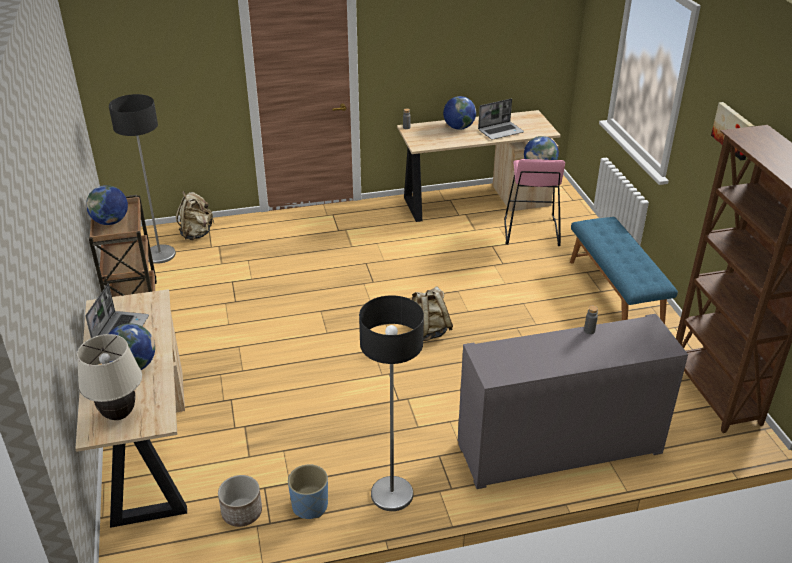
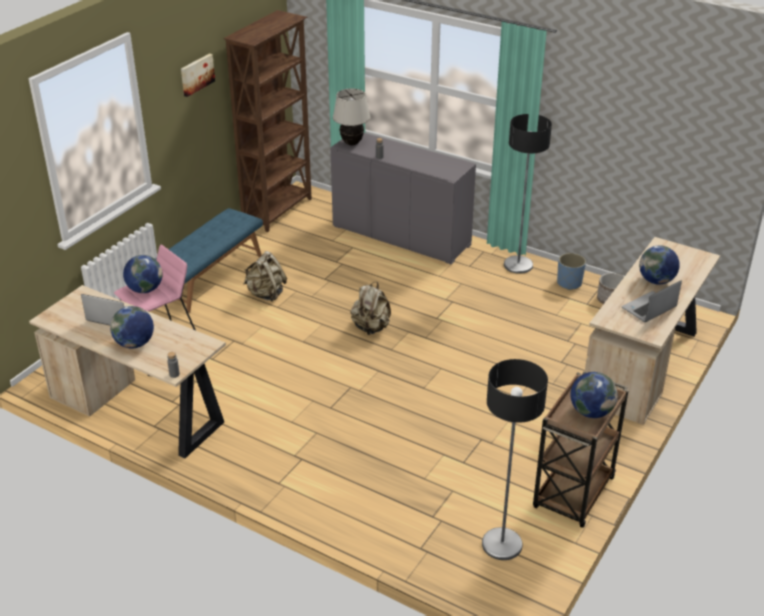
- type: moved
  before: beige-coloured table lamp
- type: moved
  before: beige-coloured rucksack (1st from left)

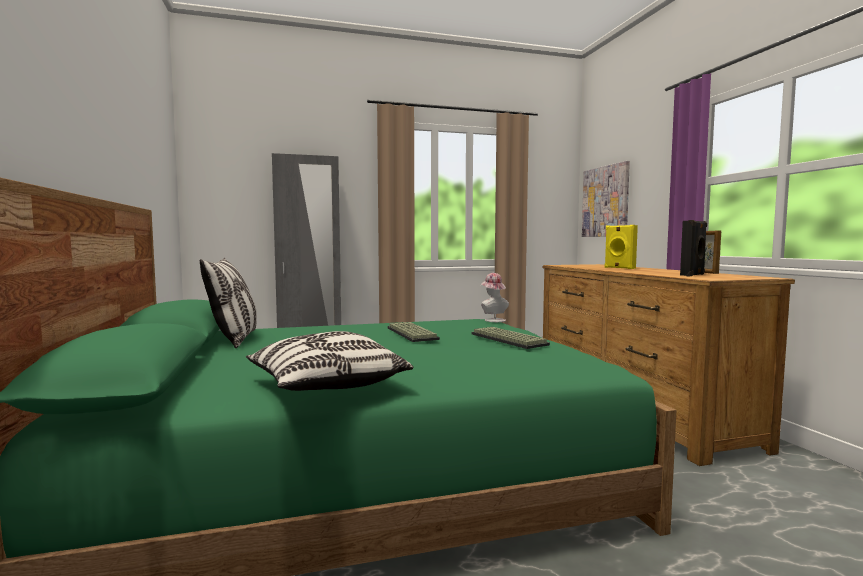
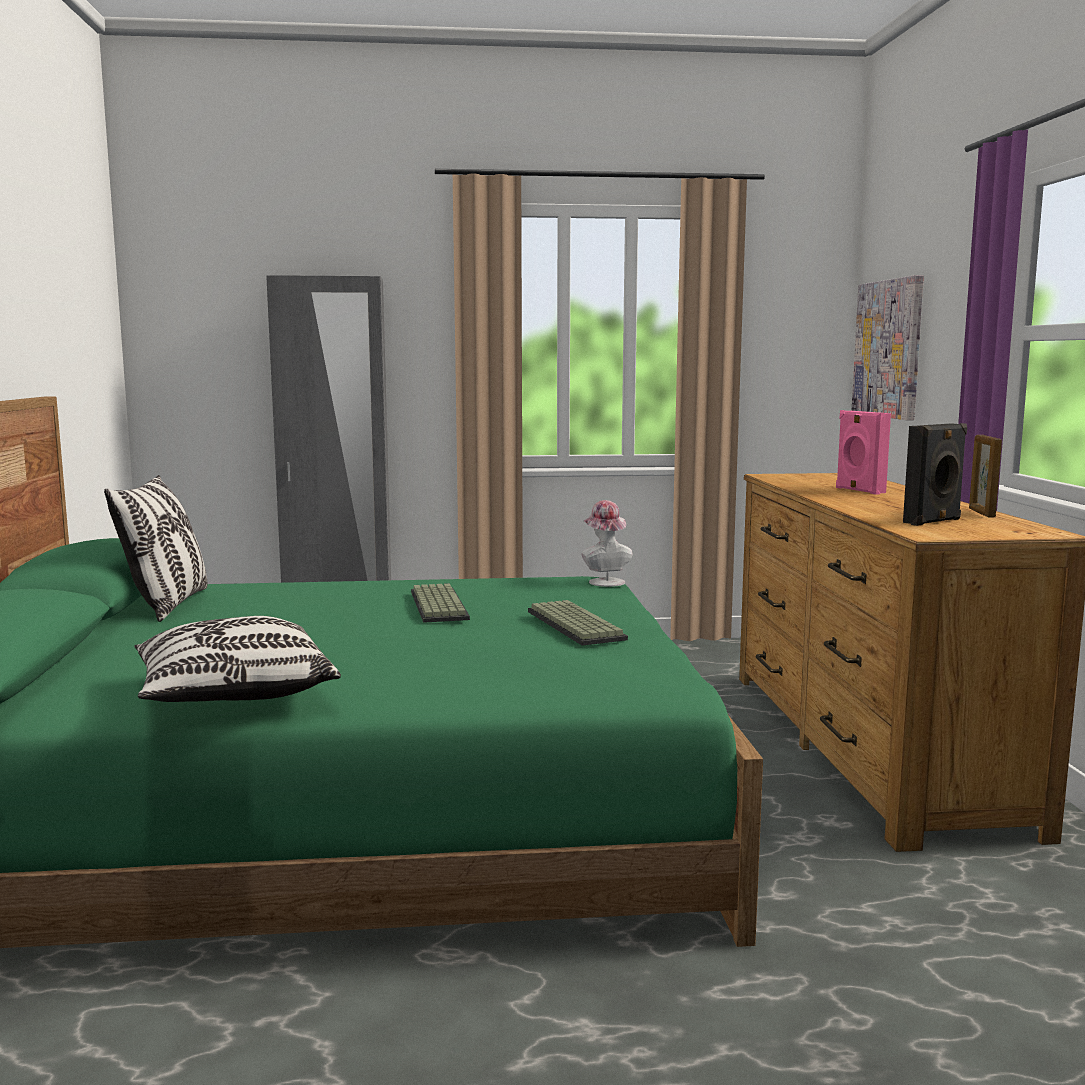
- type: recoloured
  before: yellow-coloured speaker
  after: pink speaker

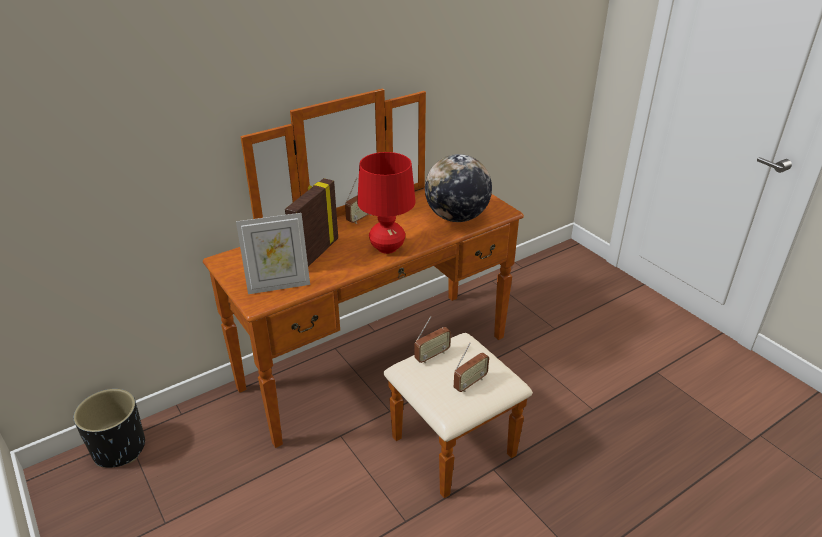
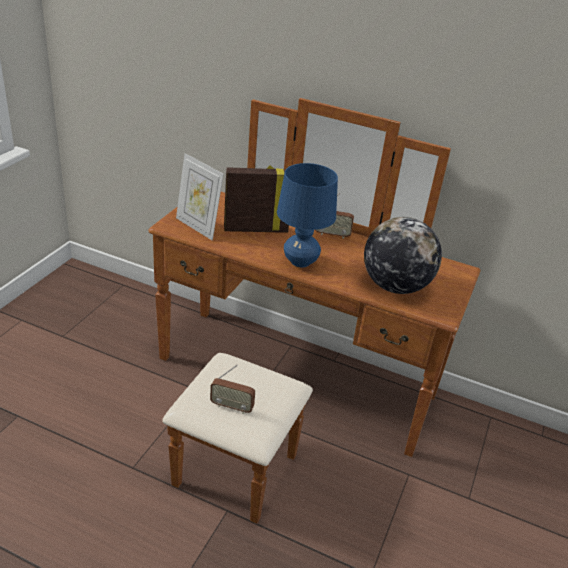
- type: removed
  before: black planter
- type: removed
  before: radio receiver (2nd from left)
- type: recoloured
  before: red table lamp
  after: blue table lamp

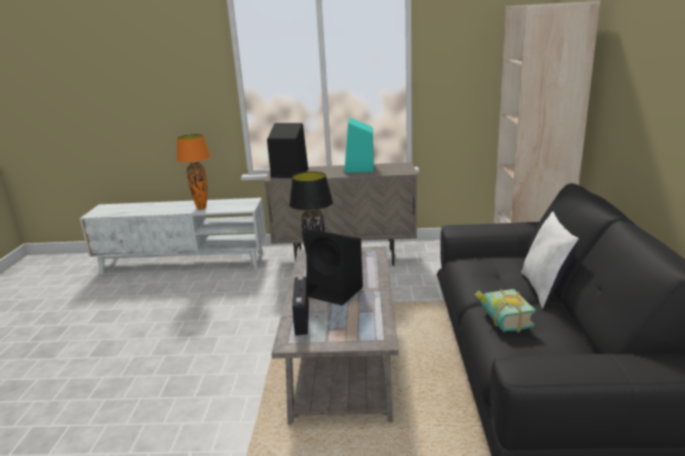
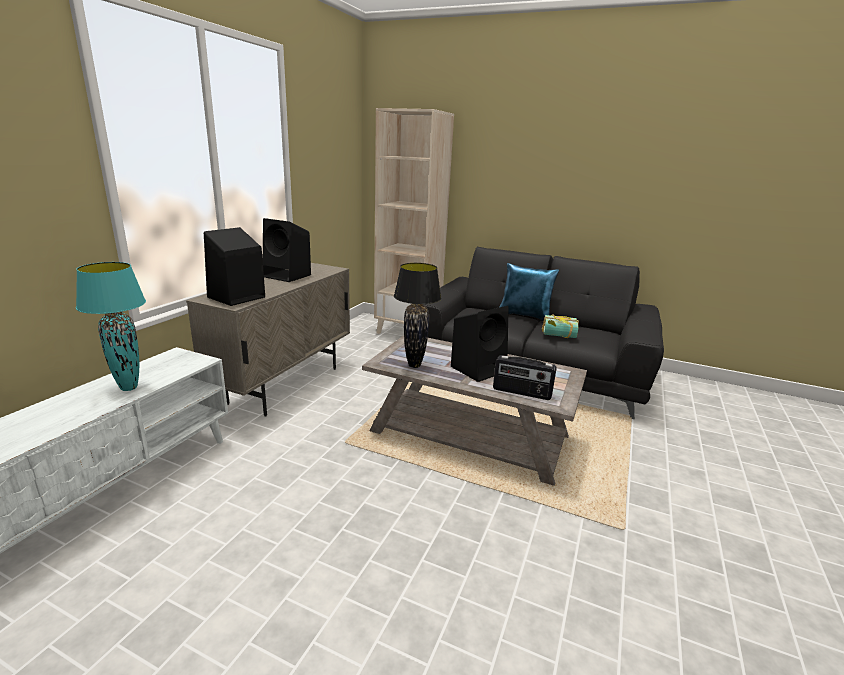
- type: recoloured
  before: orangey table lamp
  after: turquoise-coloured table lamp
- type: recoloured
  before: turquoise-coloured speaker
  after: black speaker (2nd from left)
- type: recoloured
  before: whitish throw pillow
  after: blue throw pillow

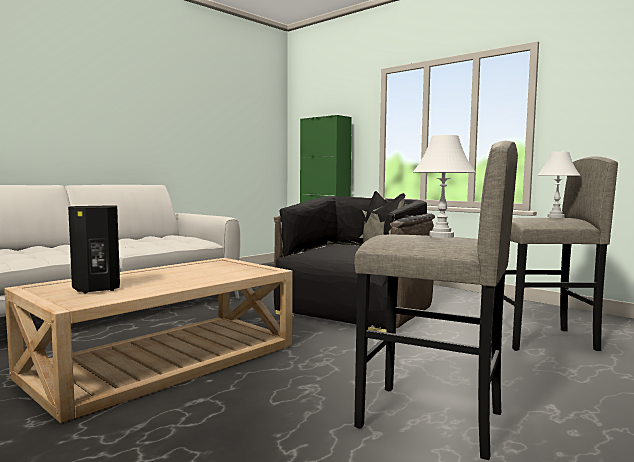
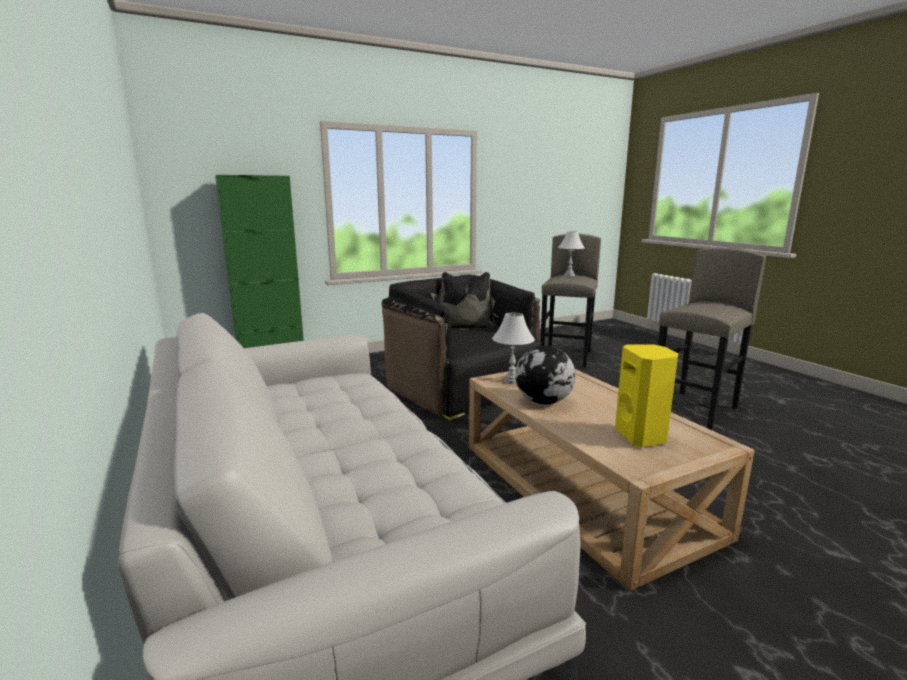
- type: added
  after: globe
- type: moved
  before: whitish table lamp (1st from left)
- type: recoloured
  before: black speaker
  after: yellow-coloured speaker

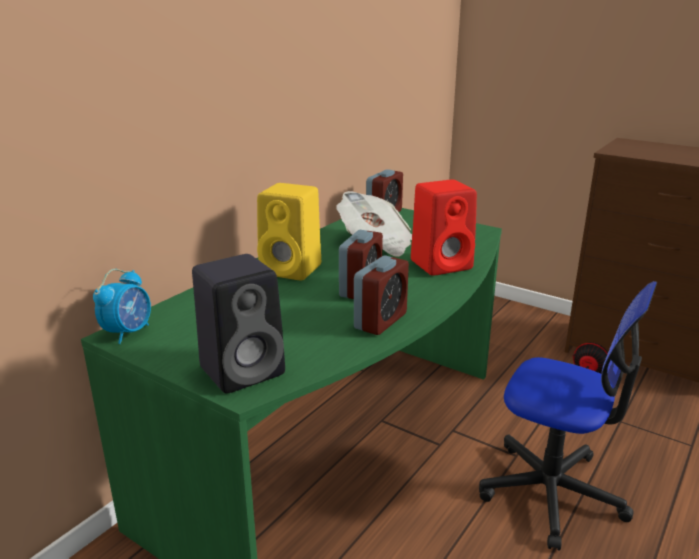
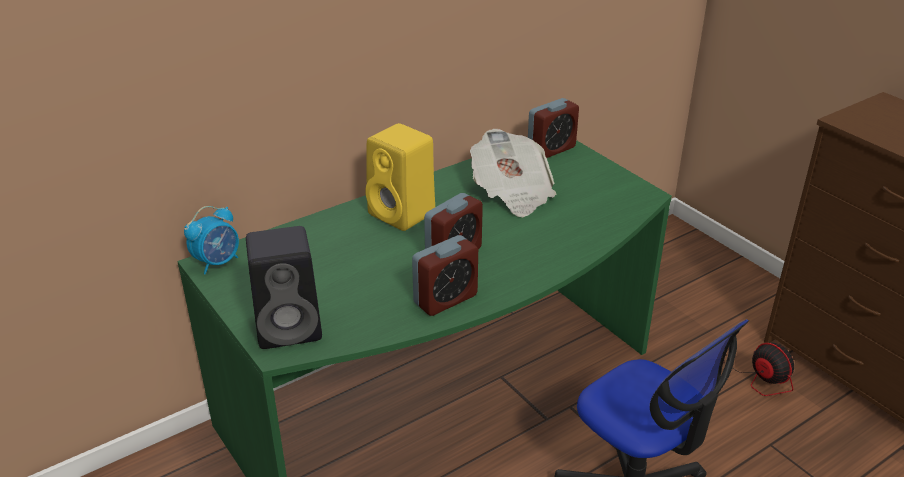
- type: removed
  before: red speaker

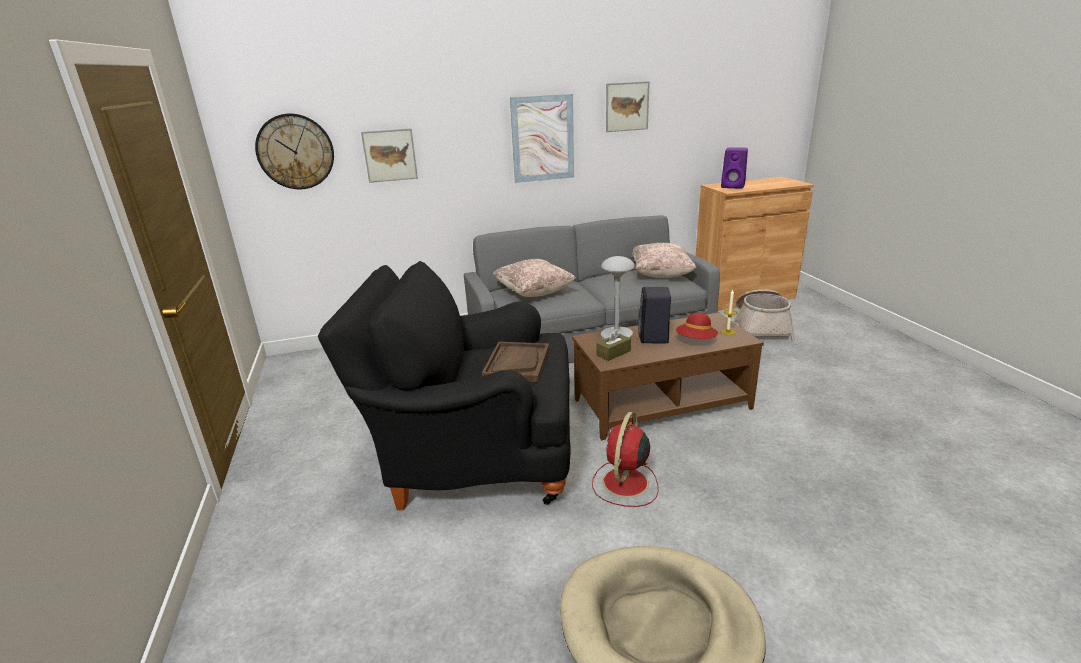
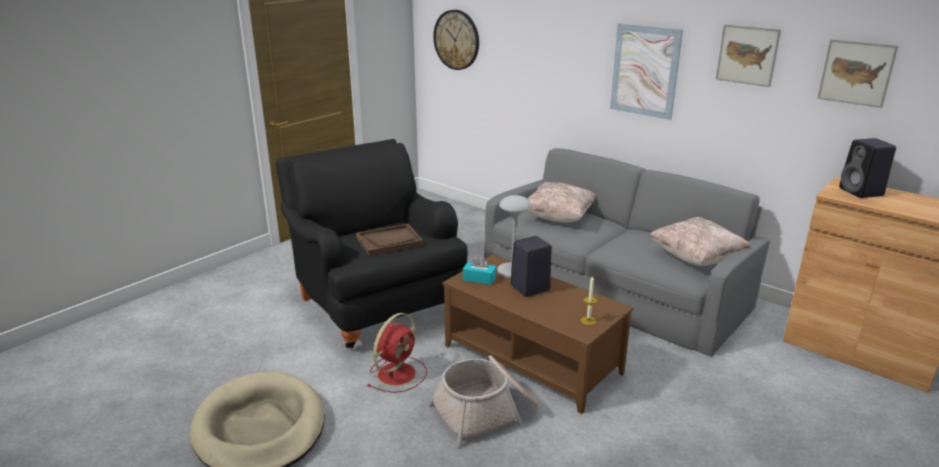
- type: removed
  before: red clothing hat
- type: moved
  before: wall picture (1st from left in the first image)
  after: wall picture (3rd from left)
- type: moved
  before: storage basket
- type: recoloured
  before: brown-coloured tissue holder
  after: turquoise-coloured tissue holder
- type: recoloured
  before: purple-coloured speaker
  after: black speaker (2nd from left)
- type: turned
  before: red electric fan
  turn: 135

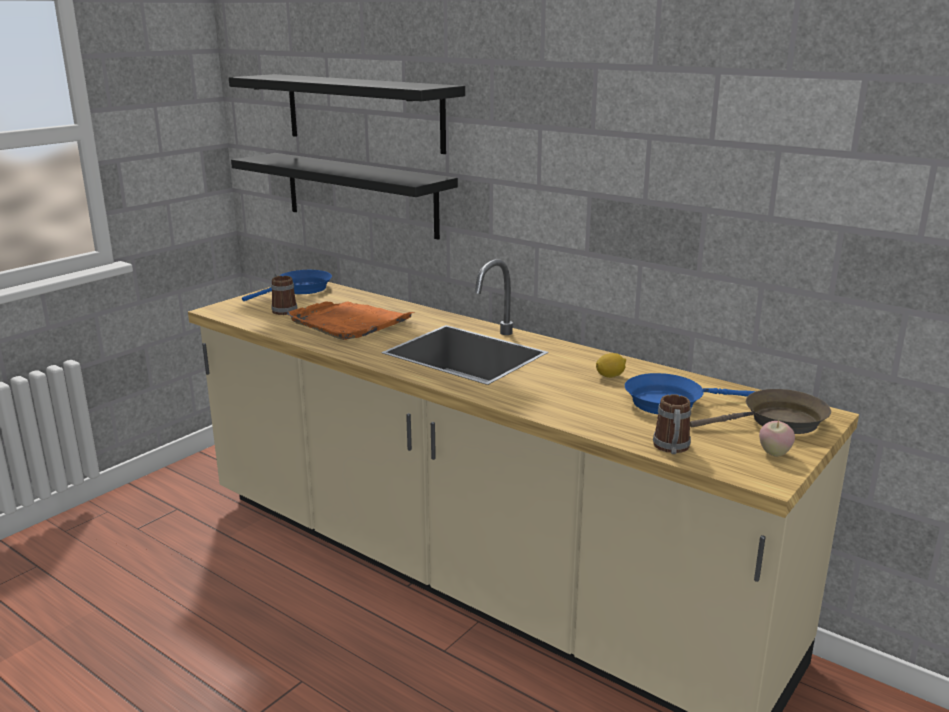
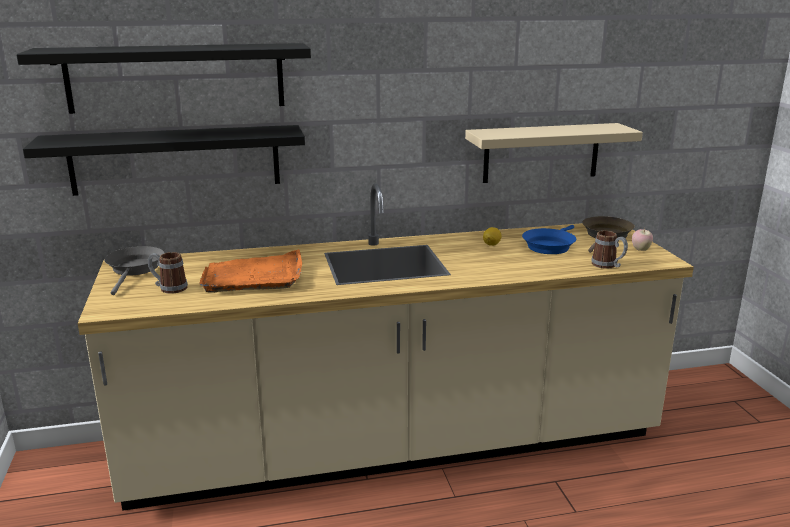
- type: added
  after: beige-coloured bracket shelf
- type: recoloured
  before: blue skillet (1st from left)
  after: greyish skillet

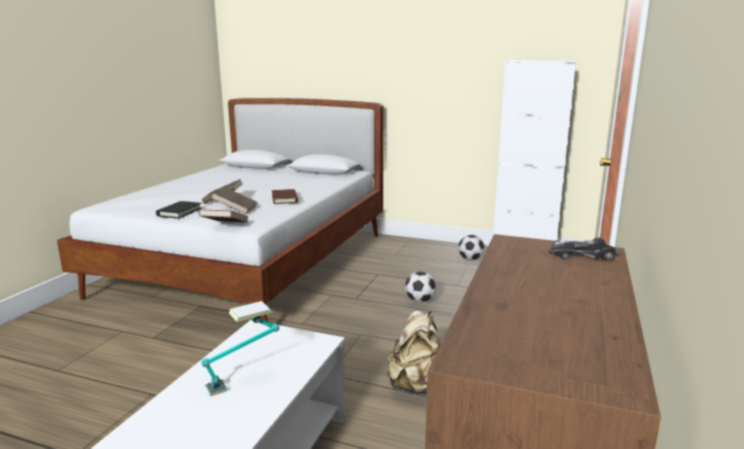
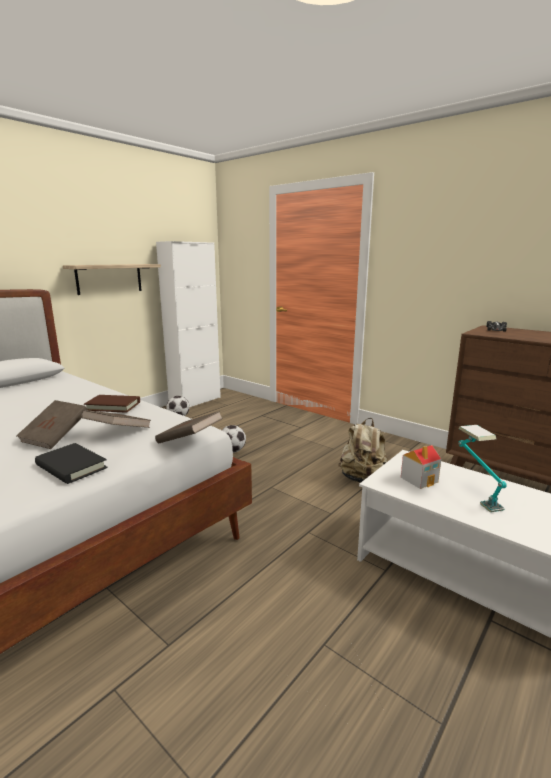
- type: added
  after: bracket shelf
- type: added
  after: miniature house

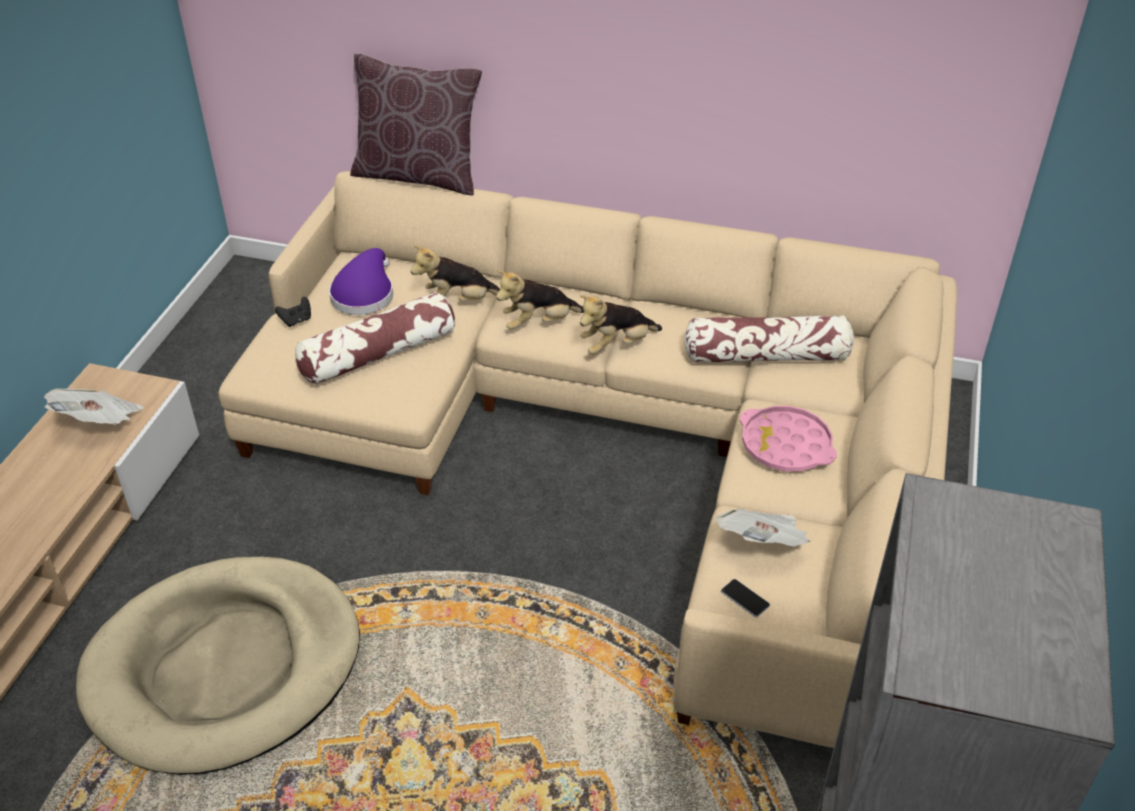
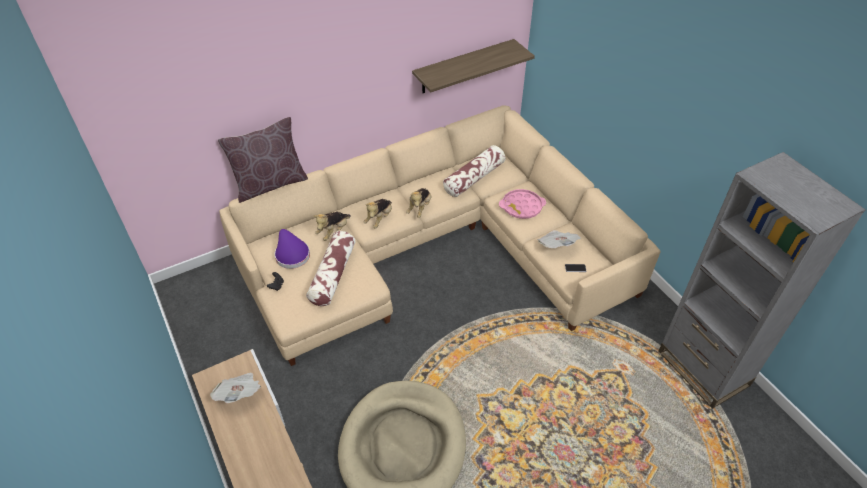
- type: added
  after: bracket shelf

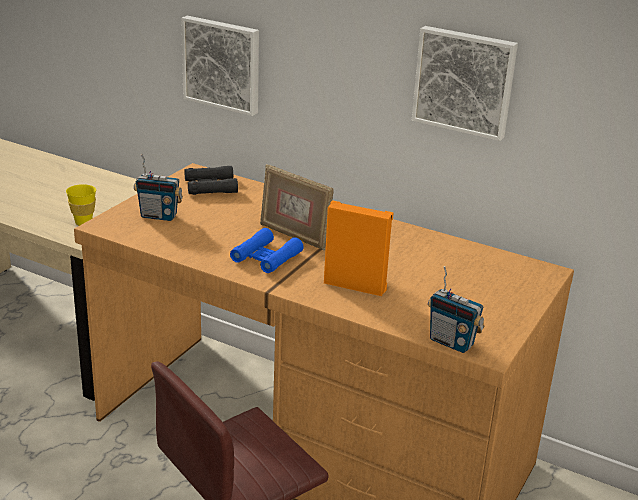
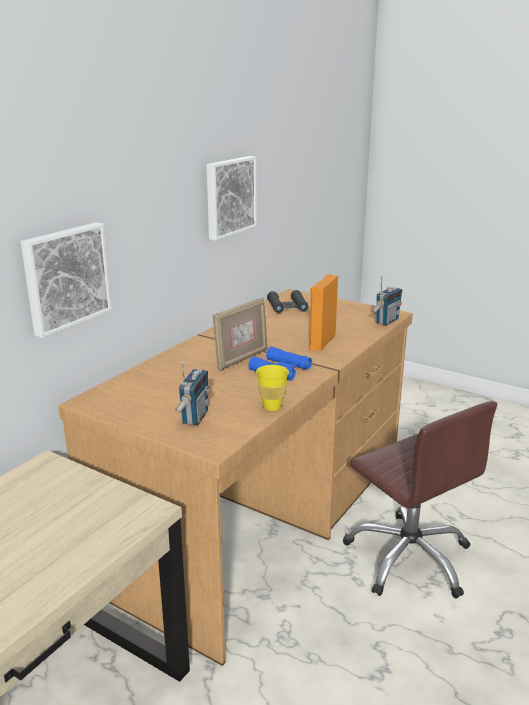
- type: moved
  before: yellow-coloured cup
- type: moved
  before: black pair of binoculars

